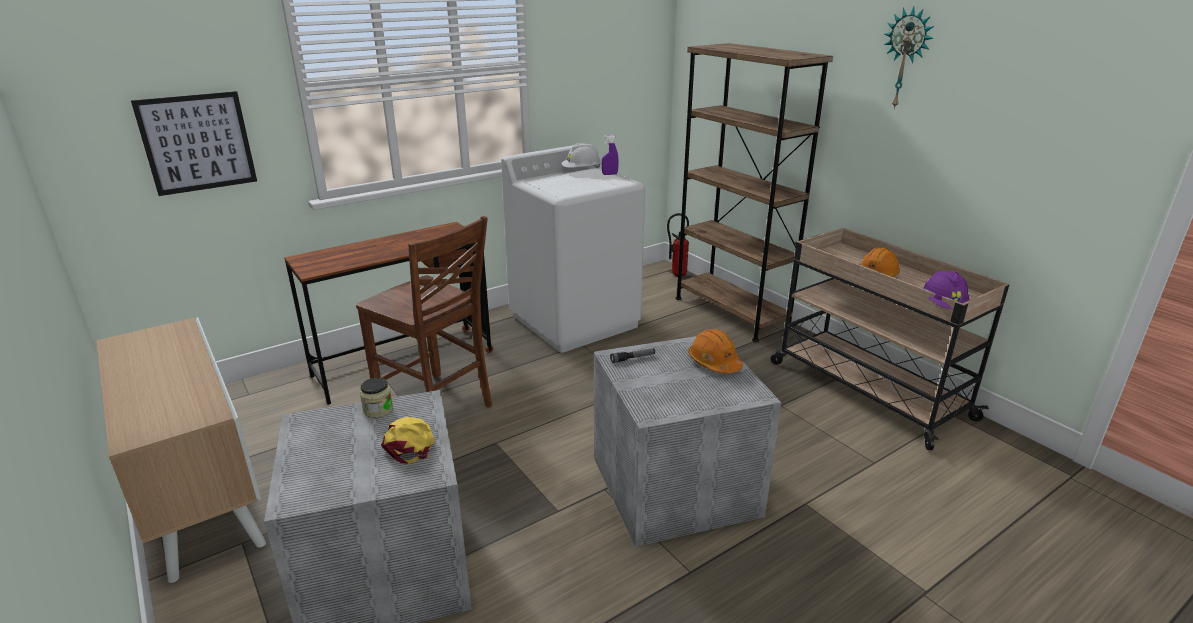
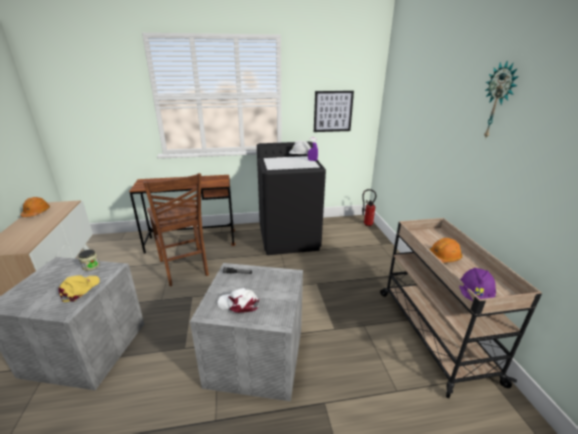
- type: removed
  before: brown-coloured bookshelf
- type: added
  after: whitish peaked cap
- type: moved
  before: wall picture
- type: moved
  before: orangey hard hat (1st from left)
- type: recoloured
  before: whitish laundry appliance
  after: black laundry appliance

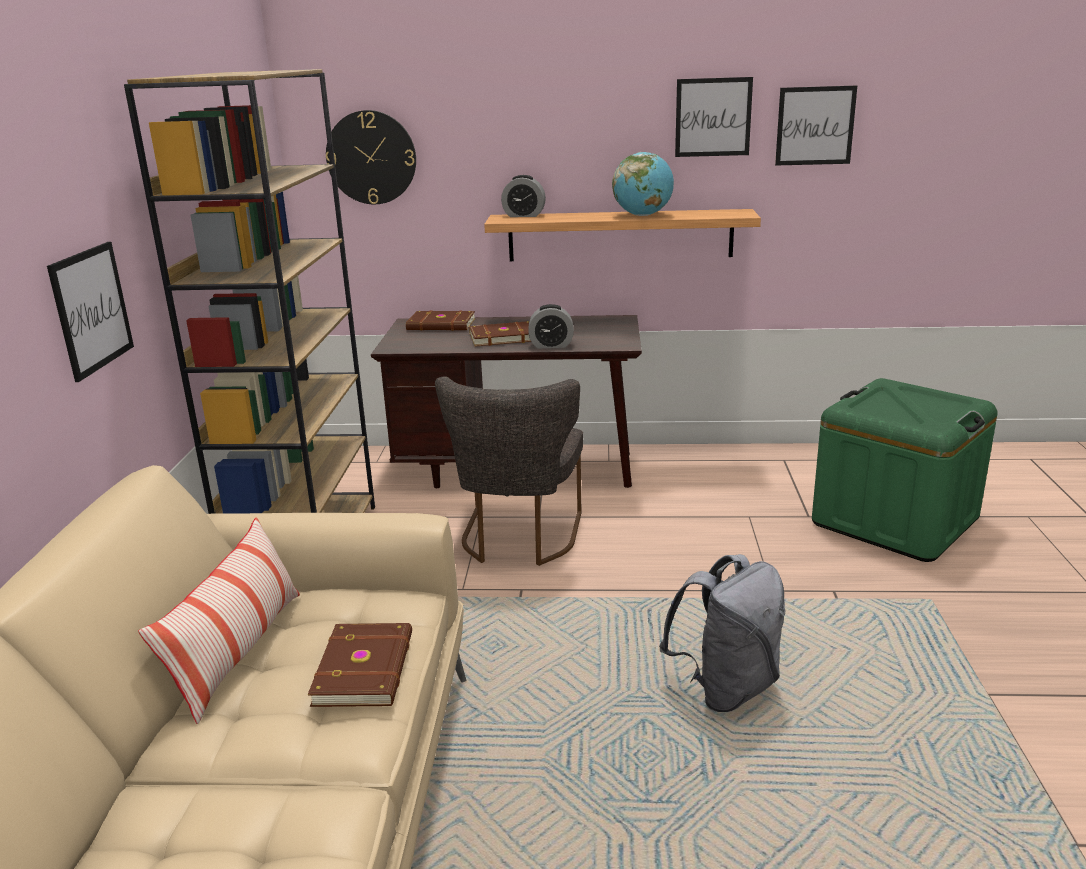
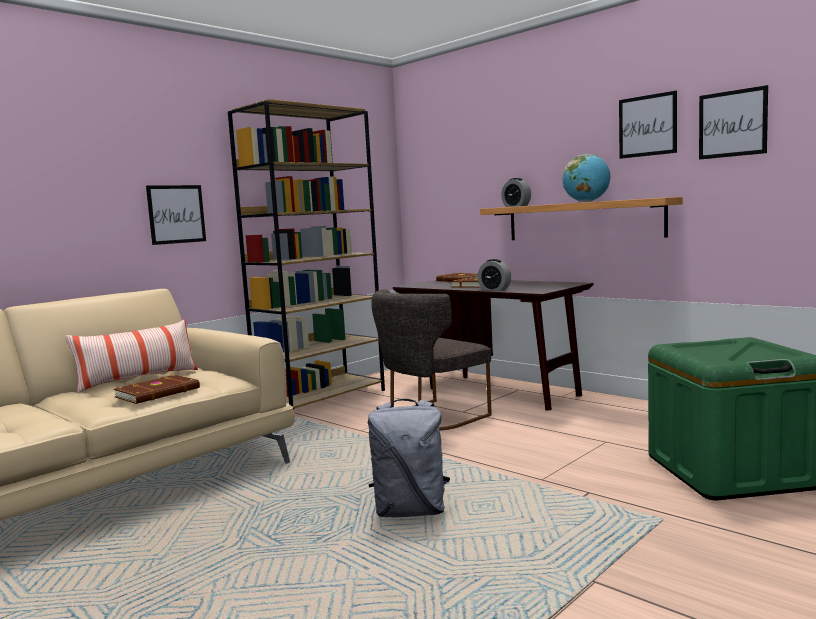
- type: removed
  before: clock on the wall

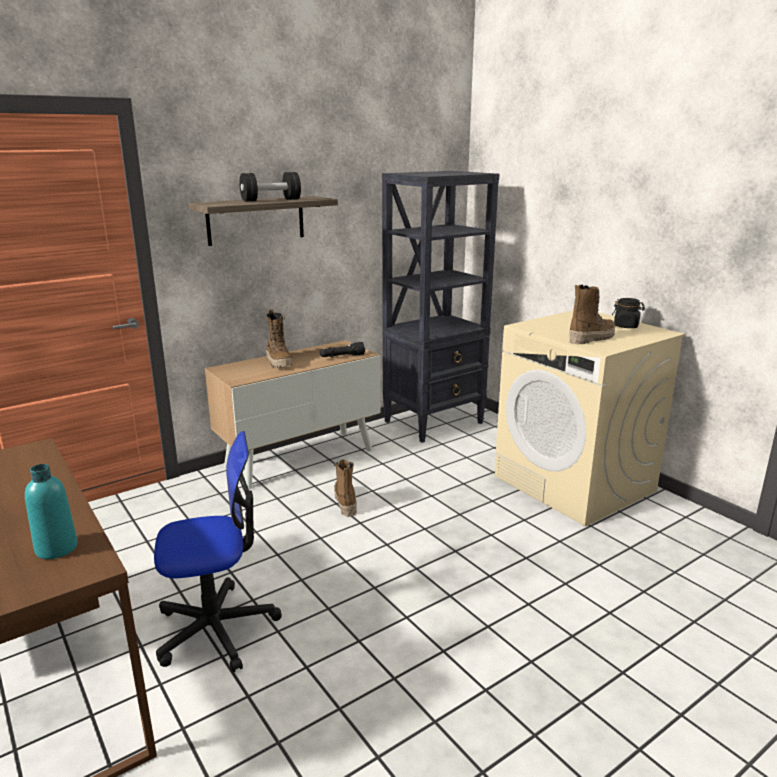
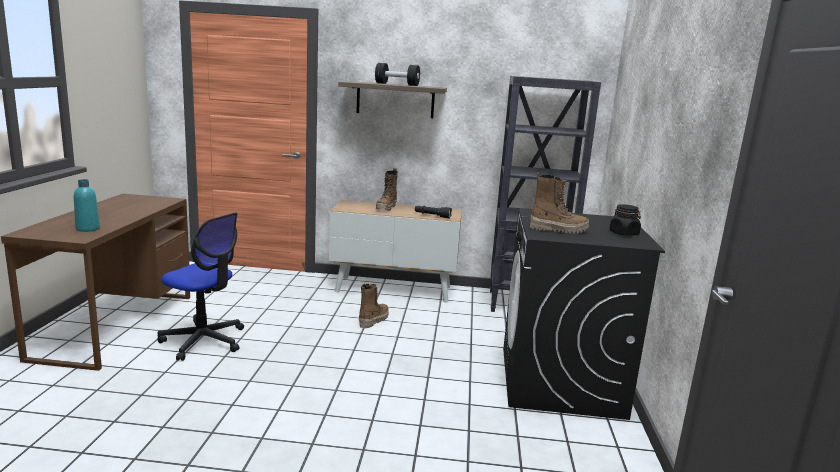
- type: recoloured
  before: beige-coloured laundry appliance
  after: black laundry appliance

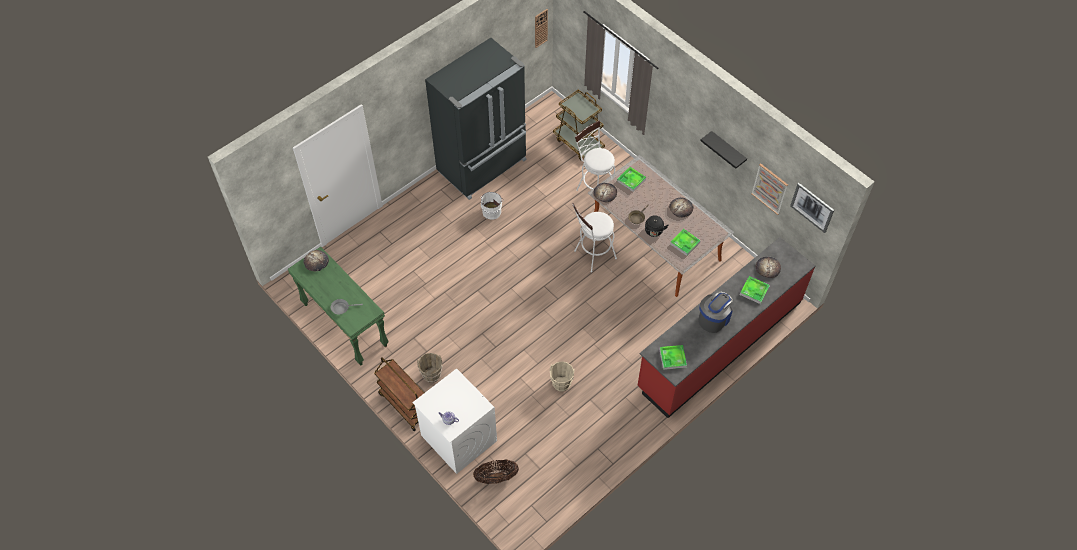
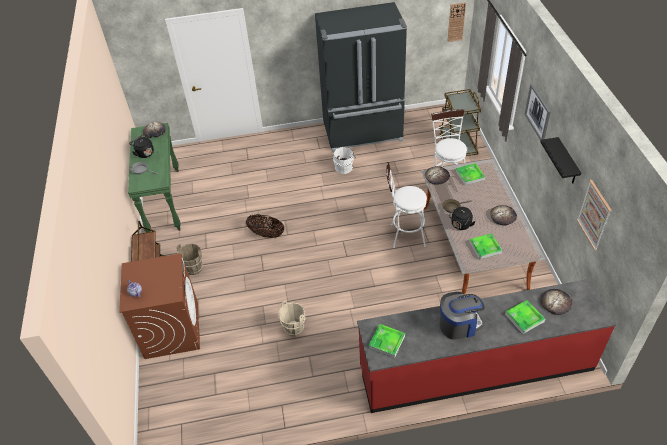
- type: added
  after: black water kettle (1st from left)
- type: moved
  before: storage basket
- type: moved
  before: wall picture (2nd from left in the first image)
  after: wall picture (1st from left)
- type: recoloured
  before: whitish laundry appliance
  after: brown-coloured laundry appliance

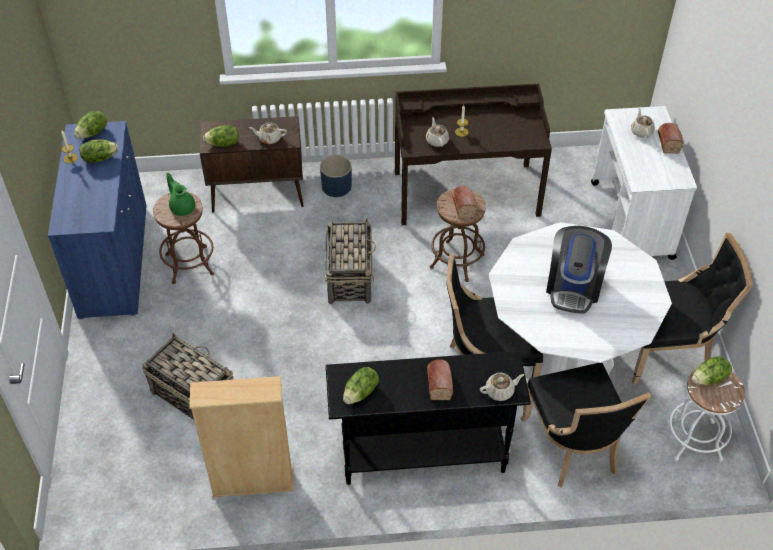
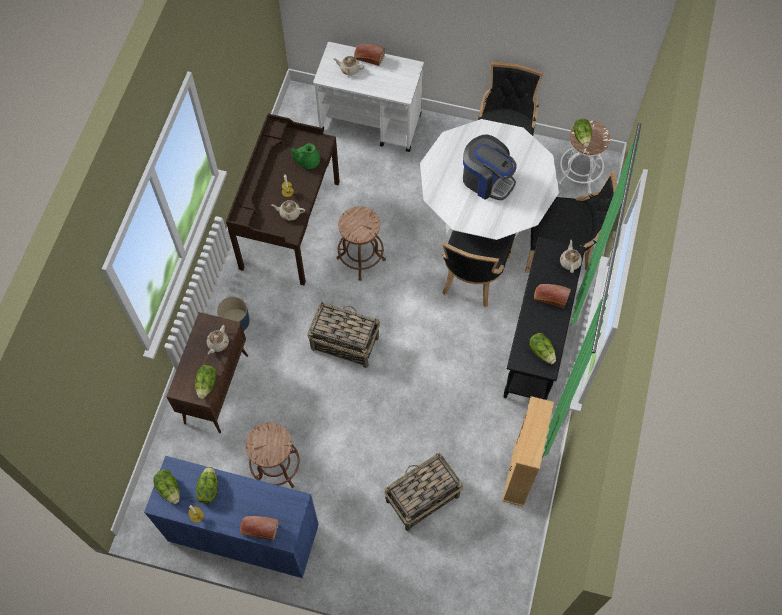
- type: moved
  before: greenish tea pot
- type: moved
  before: bread (2nd from left in the first image)
  after: bread (1st from left)

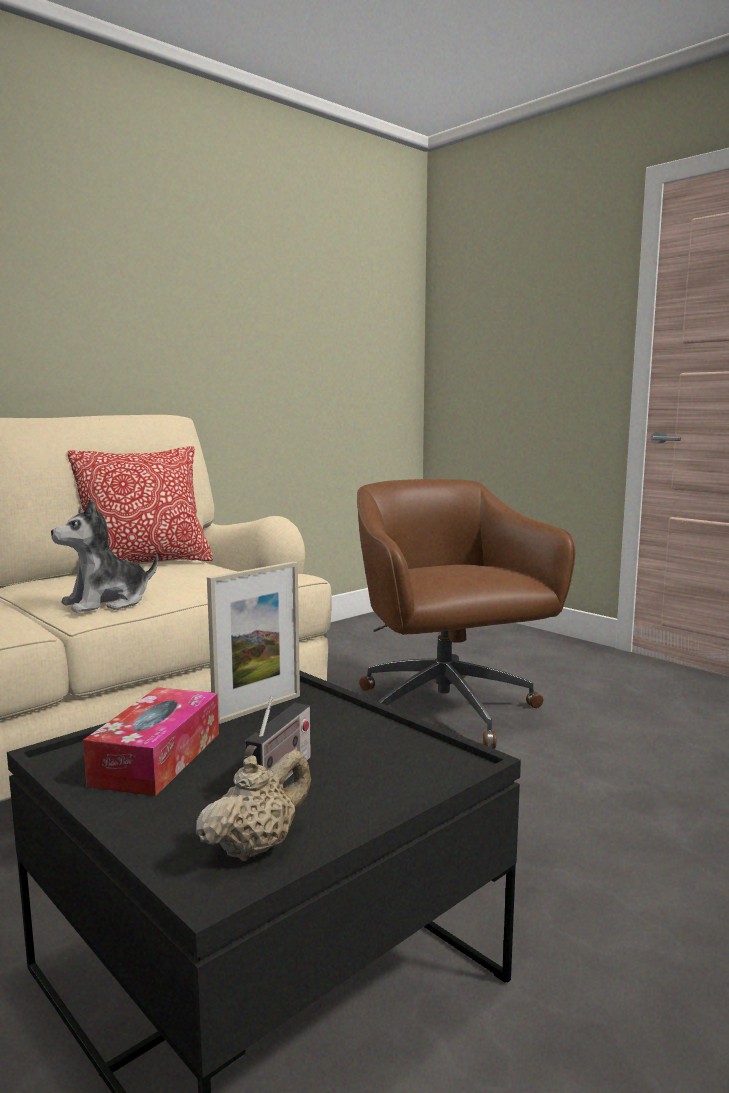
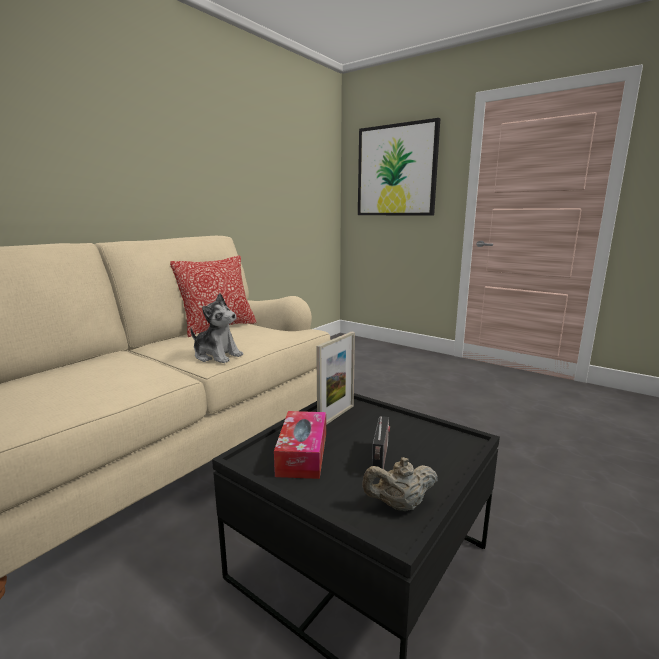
- type: removed
  before: brown-coloured desk chair
- type: added
  after: wall picture
- type: turned
  before: soft toy
  turn: -105
- type: turned
  before: beige-coloured tea pot
  turn: -135

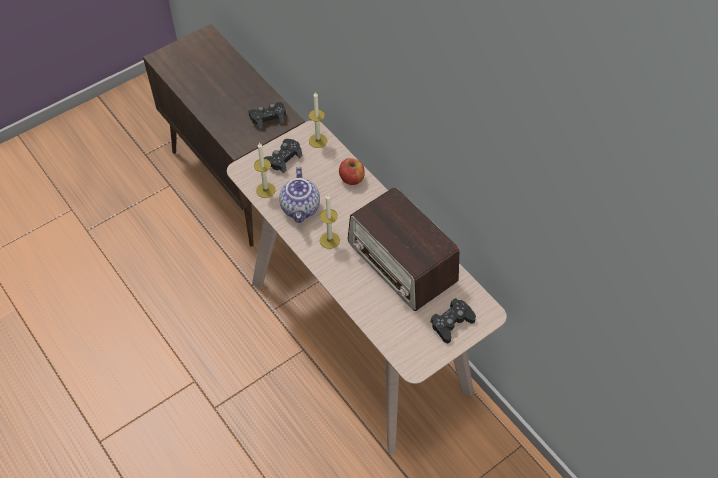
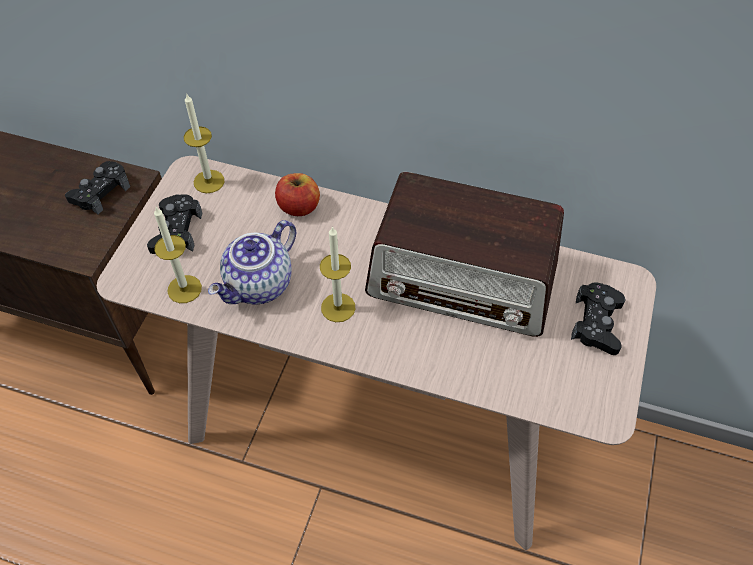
- type: turned
  before: tea pot
  turn: 75

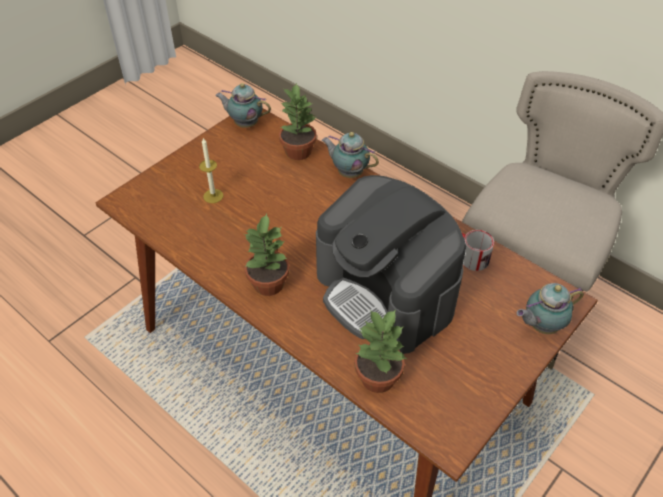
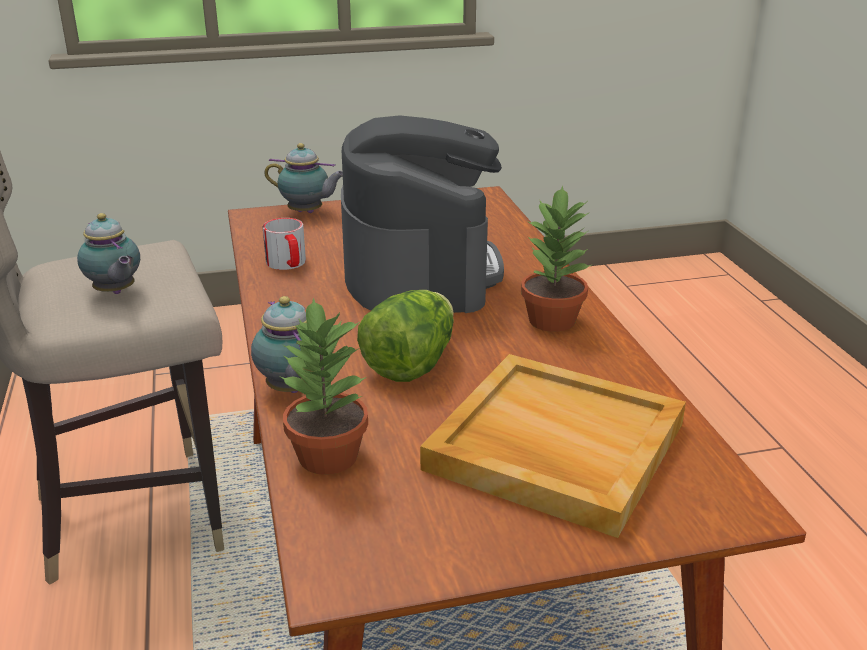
- type: removed
  before: houseplant (3rd from left)
- type: added
  after: head of lettuce
- type: moved
  before: tea pot (1st from left)
- type: replaced
  before: candle
  after: beige-coloured serving tray

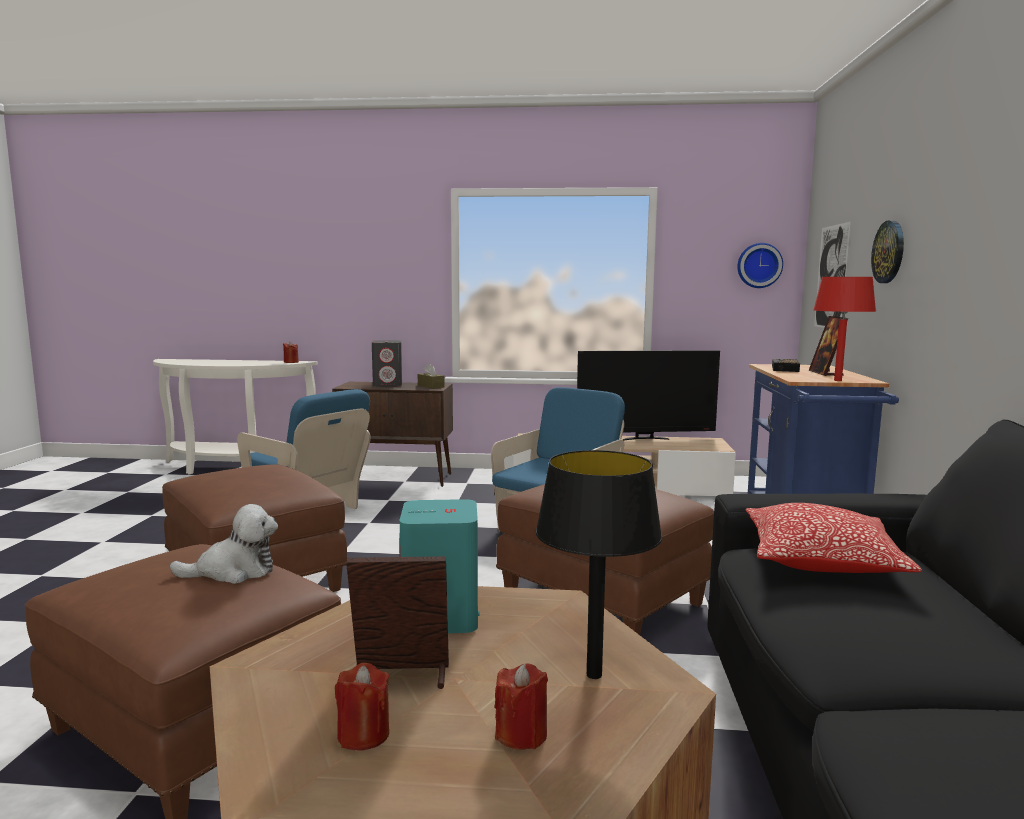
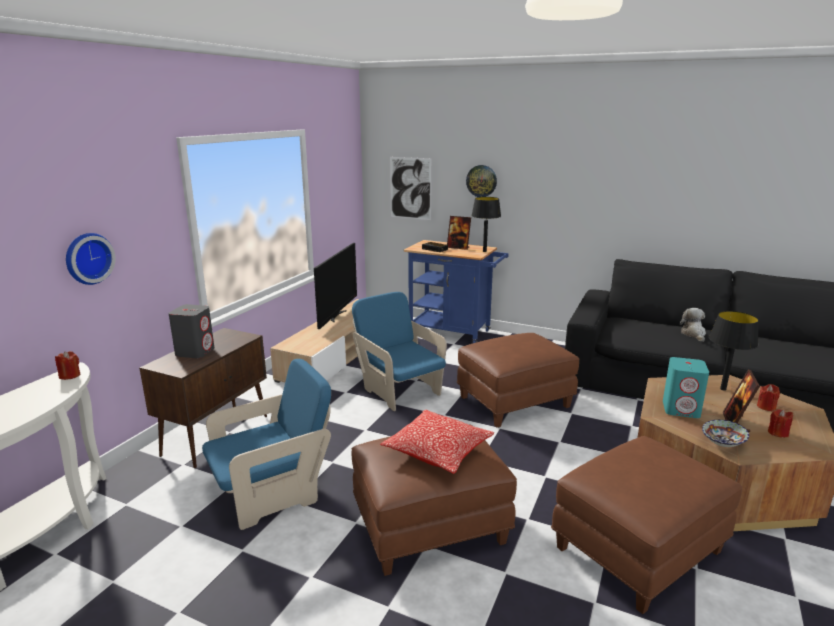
- type: removed
  before: brown-coloured tissue holder
- type: added
  after: bowl
- type: moved
  before: soft toy
- type: moved
  before: clock on the wall (1st from left)
- type: moved
  before: throw pillow
- type: recoloured
  before: red table lamp
  after: black table lamp (1st from left)

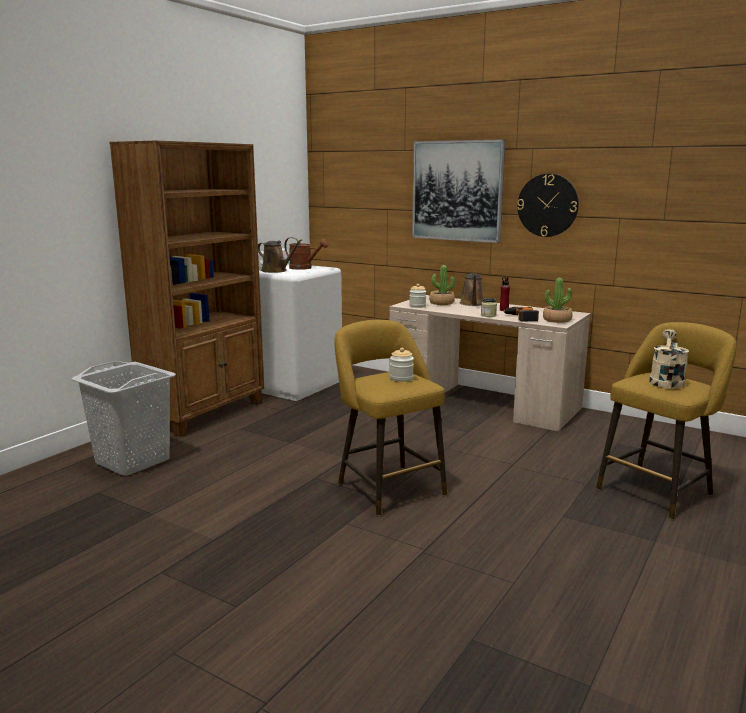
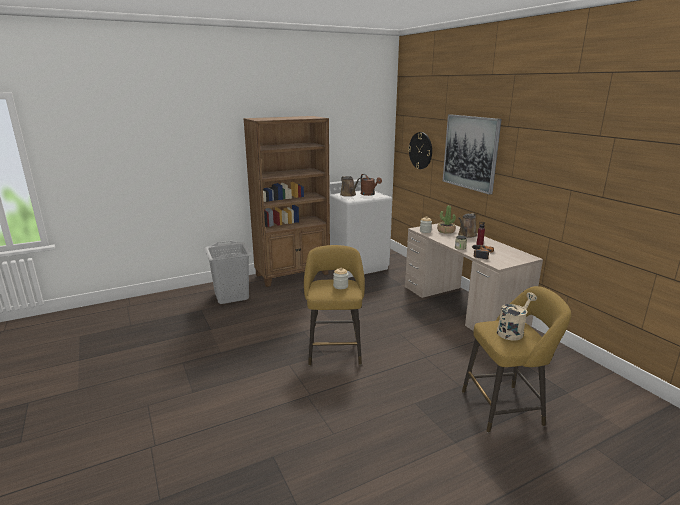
- type: removed
  before: houseplant (2nd from left)
- type: moved
  before: clock on the wall

